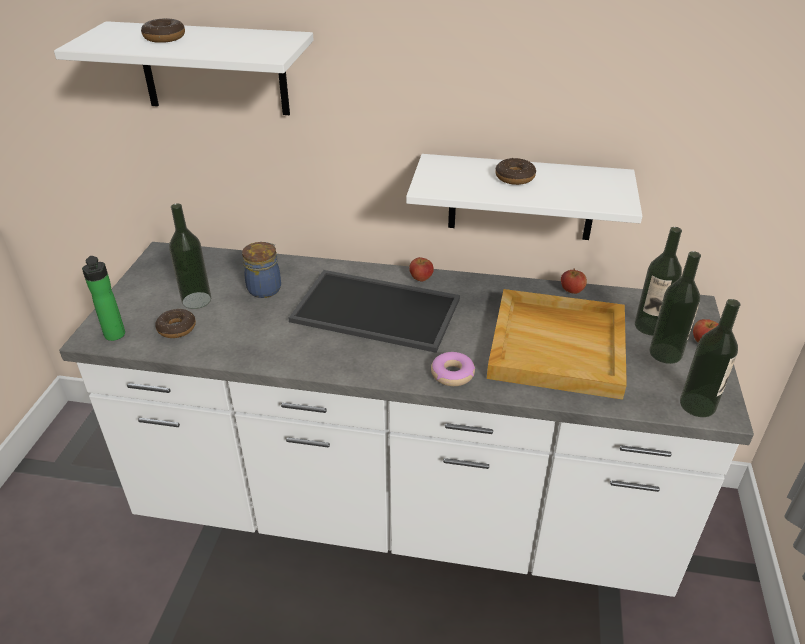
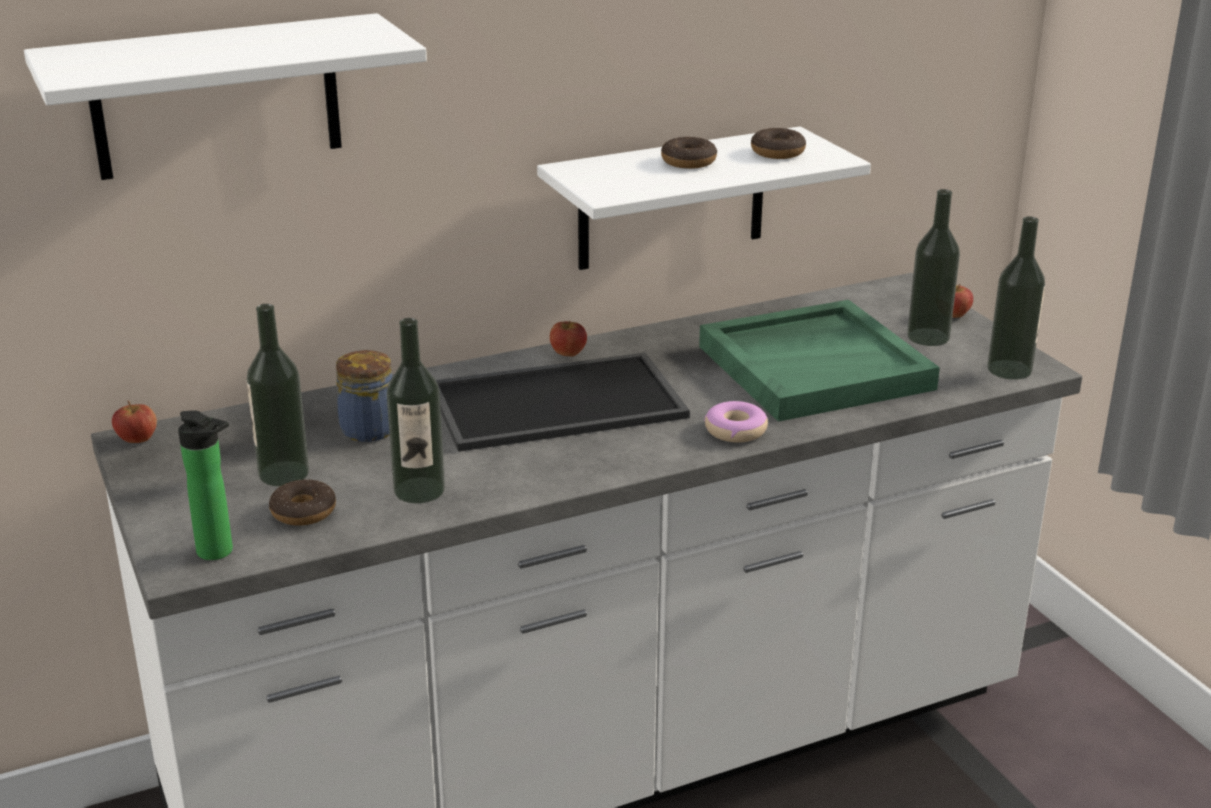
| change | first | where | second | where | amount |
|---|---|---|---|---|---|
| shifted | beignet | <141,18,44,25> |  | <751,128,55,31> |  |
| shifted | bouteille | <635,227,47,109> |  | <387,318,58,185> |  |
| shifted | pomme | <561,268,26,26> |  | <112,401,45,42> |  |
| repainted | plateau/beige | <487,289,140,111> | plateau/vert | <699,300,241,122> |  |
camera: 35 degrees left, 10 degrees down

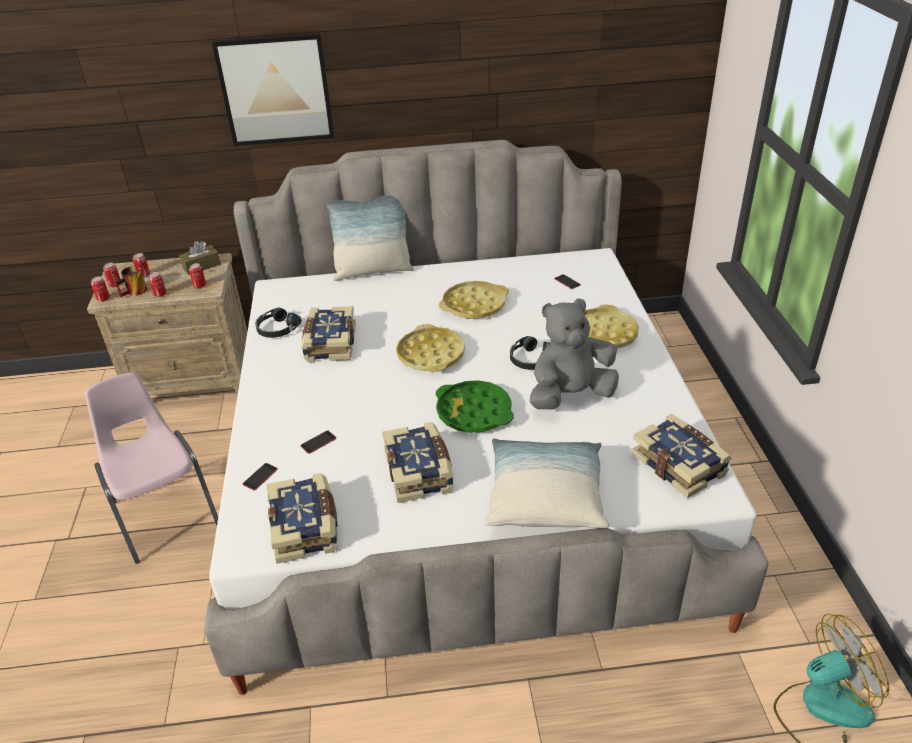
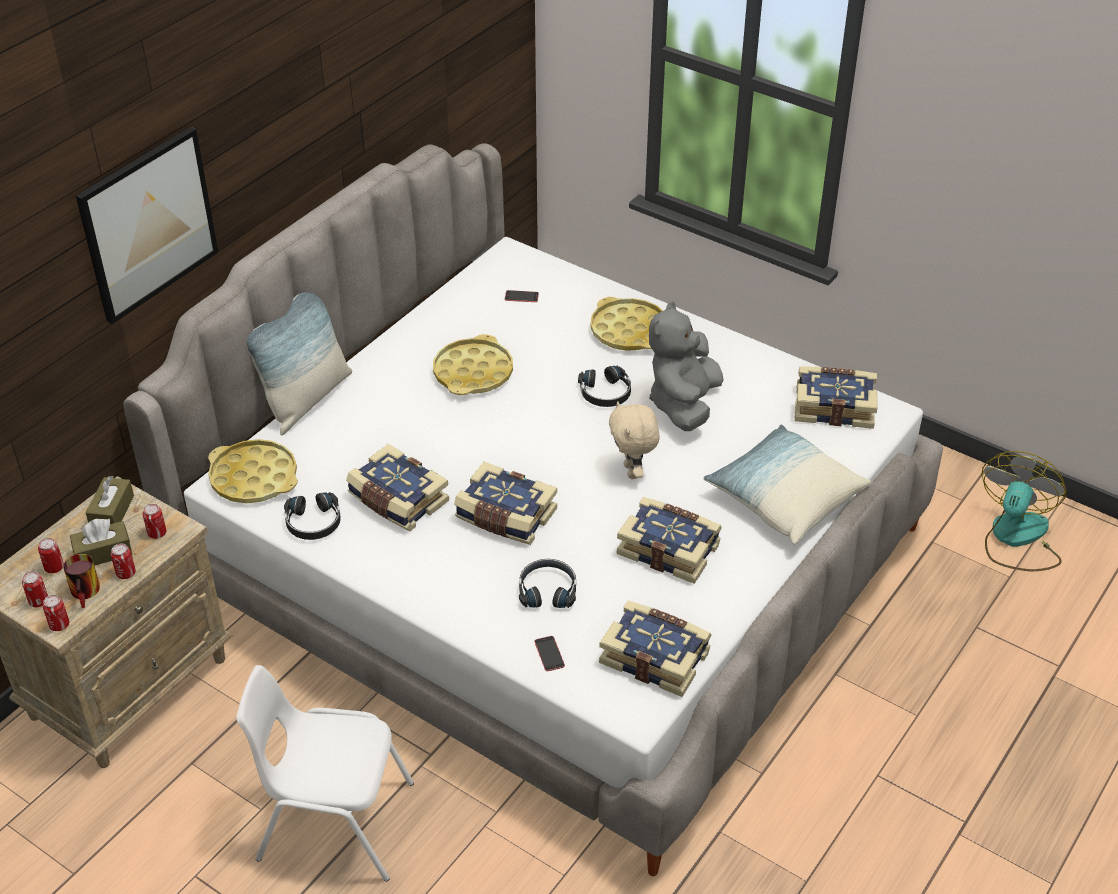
| change | first | where | second | where | amount |
|---|---|---|---|---|---|
| shifted | plateau/jaune | <396,324,69,48> |  | <208,439,90,64> |  |
| repainted | chaise/rose | <85,372,133,192> | chaise/blanc | <236,665,178,217> |  |
| swapped | plateau/vert | <436,380,78,53> | peluche/beige | <609,401,51,78> |  |
| swapped | téléphone | <301,430,35,24> | casque audio/noir | <519,559,57,49> |  |
| new |  |  | livre | <454,462,103,83> |  |
| new |  |  | boîte à mouchoirs/marron | <70,519,62,47> |  |
camera: 50 degrees left, 5 degrees up

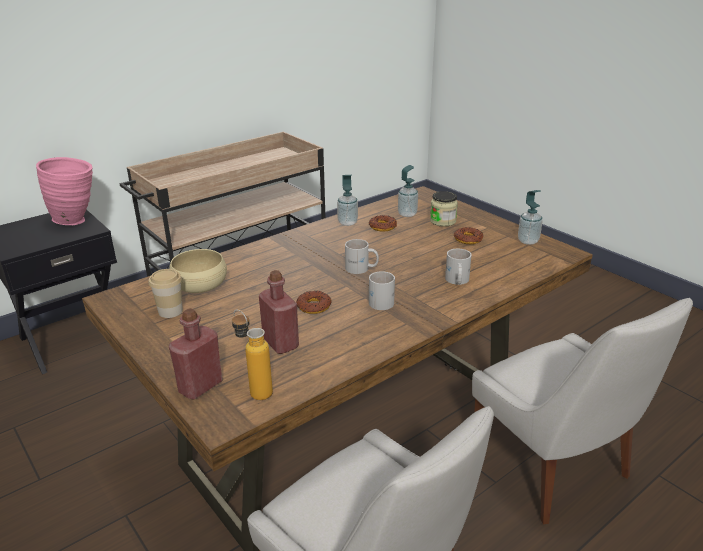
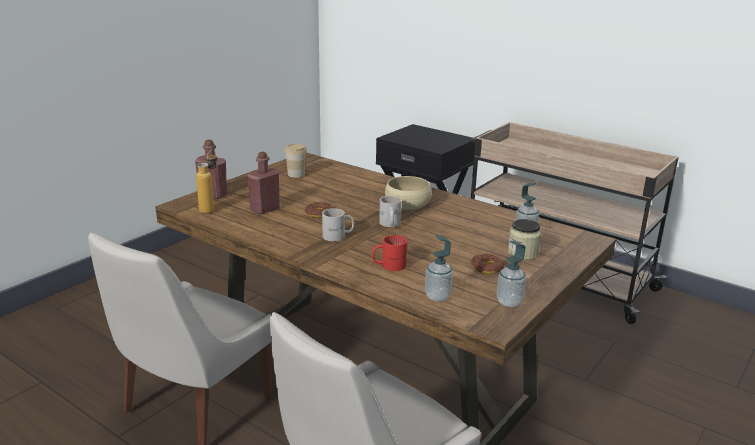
| change | first | where | second | where | amount |
|---|---|---|---|---|---|
| gone | vase/rose | <36,157,57,68> |  |  |  |
| shifted | distributeur de savon | <337,175,21,51> |  | <425,235,28,67> |  |
| gone | beignet | <369,215,28,17> |  |  |  |
| shifted | bol/beige | <169,249,58,44> |  | <385,176,47,34> |  |
| repainted | mug/blanc | <445,249,27,36> | mug/rouge | <372,235,35,36> |  |
camera: 75 degrees right, 5 degrees down

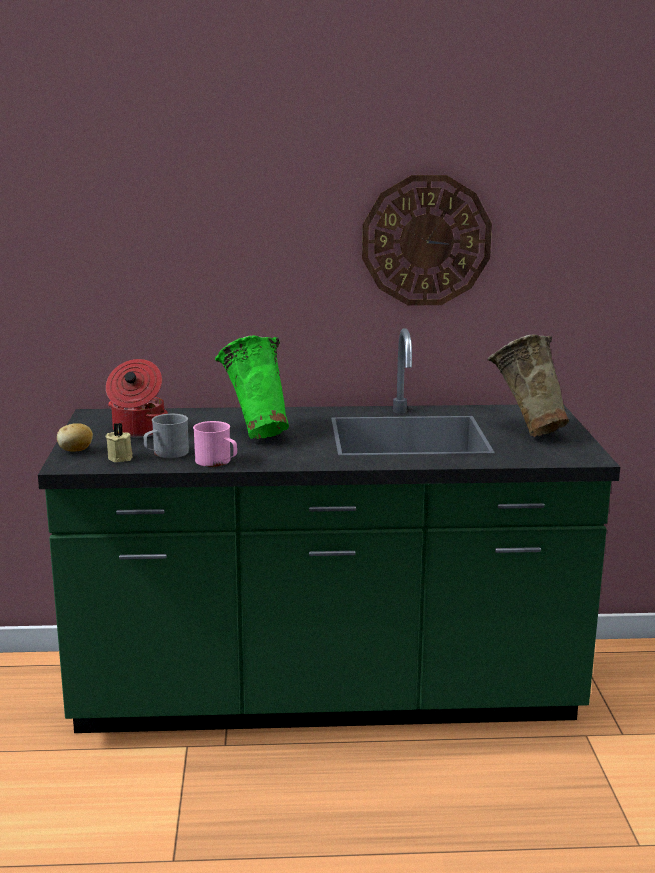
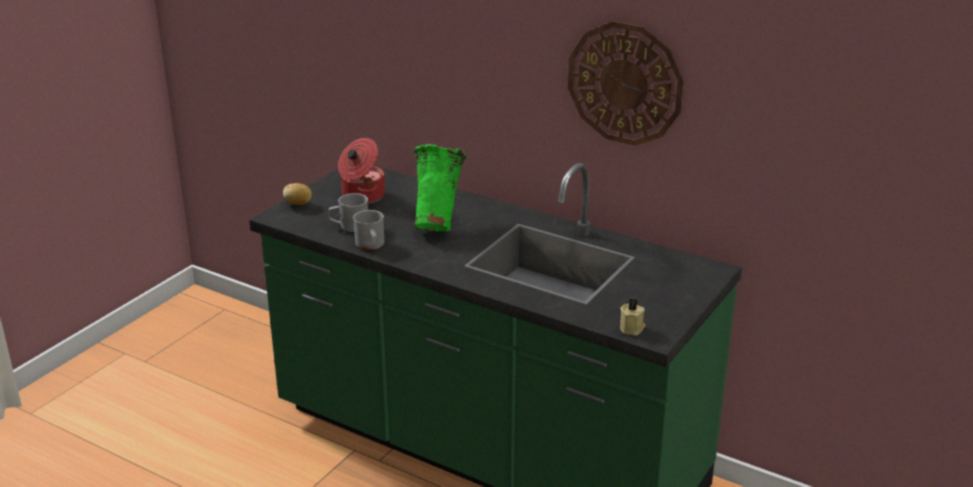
| change | first | where | second | where | amount |
|---|---|---|---|---|---|
| gone | vase/beige | <488,334,81,103> |  |  |  |
| repainted | mug/rose | <193,421,44,46> | mug/gris | <353,210,31,40> |  |
| shifted | bougie/beige | <105,423,28,39> |  | <620,298,25,38> |  |
camera: 35 degrees right, 10 degrees up

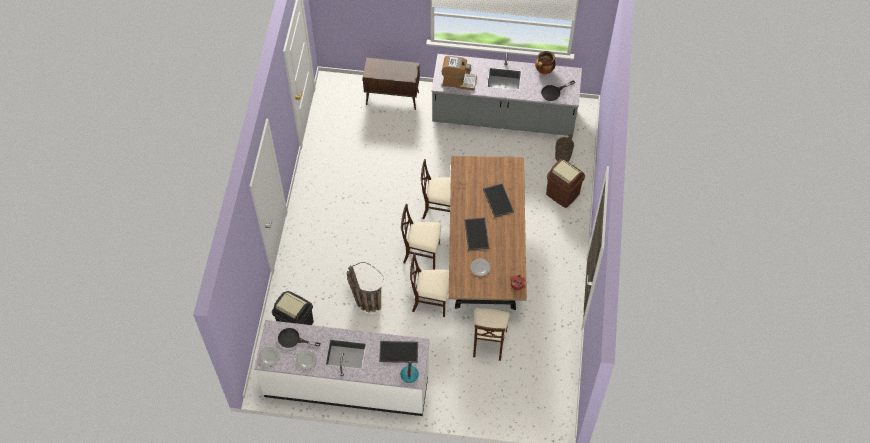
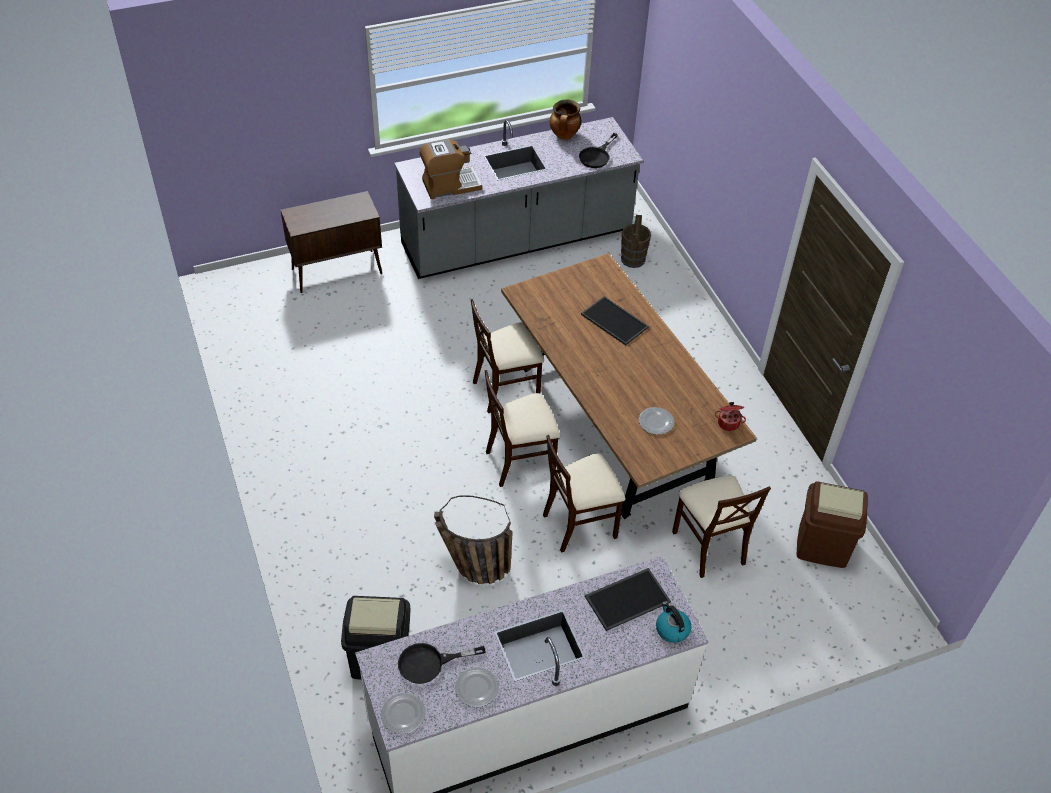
| change | first | where | second | where | amount |
|---|---|---|---|---|---|
| shifted | poubelle/marron | <546,159,39,49> |  | <797,481,71,87> |  |
| gone | plateau | <464,218,25,33> |  |  |  |
camera: 30 degrees left, 10 degrees down

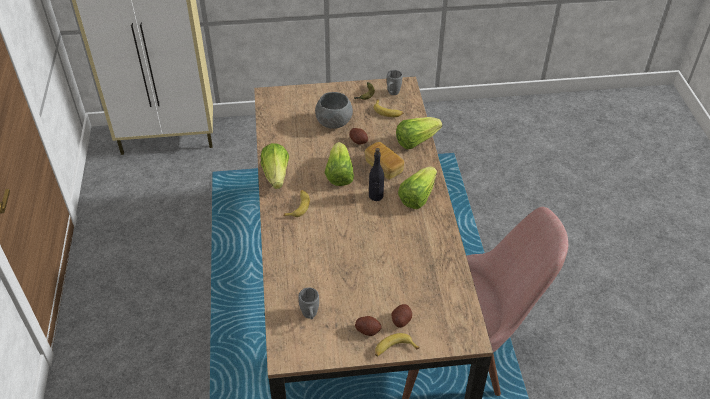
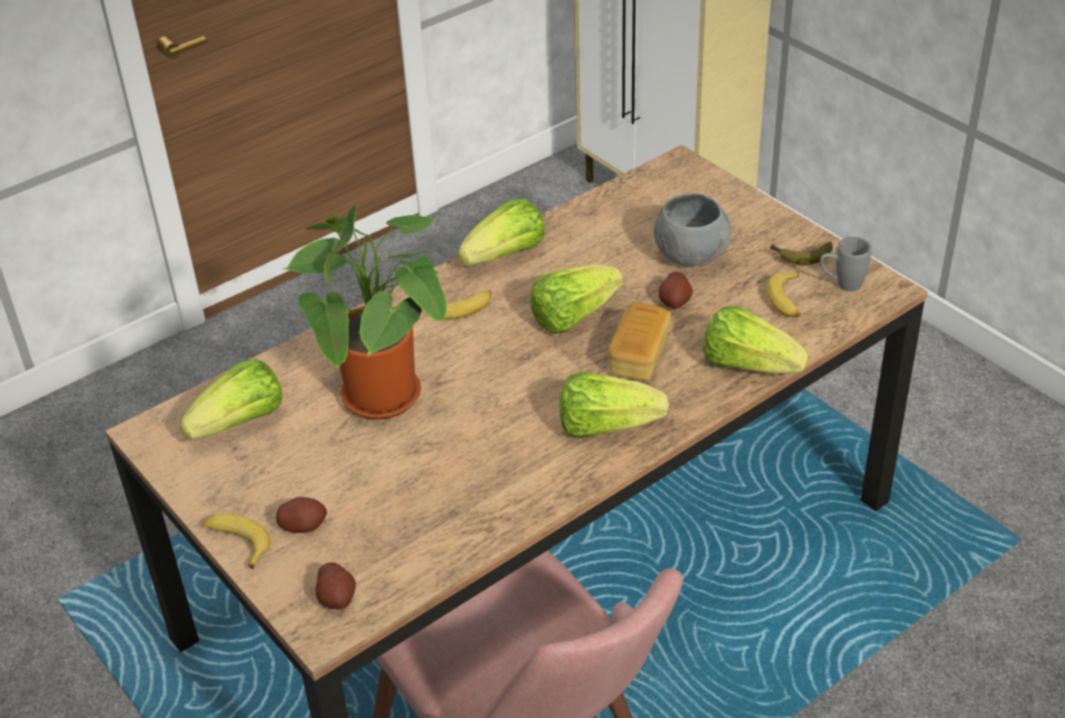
| change | first | where | second | where | amount |
|---|---|---|---|---|---|
| gone | bouteille/noir | <369,148,15,53> |  |  |  |
| swapped | mug/gris | <298,288,21,32> | laitue | <180,359,102,82> |  |
| shifted | pomme de terre | <355,316,27,20> |  | <315,562,41,47> |  |
| new |  |  | plante en pot | <283,205,164,215> |  |
camera: 60 degrees right, 5 degrees down

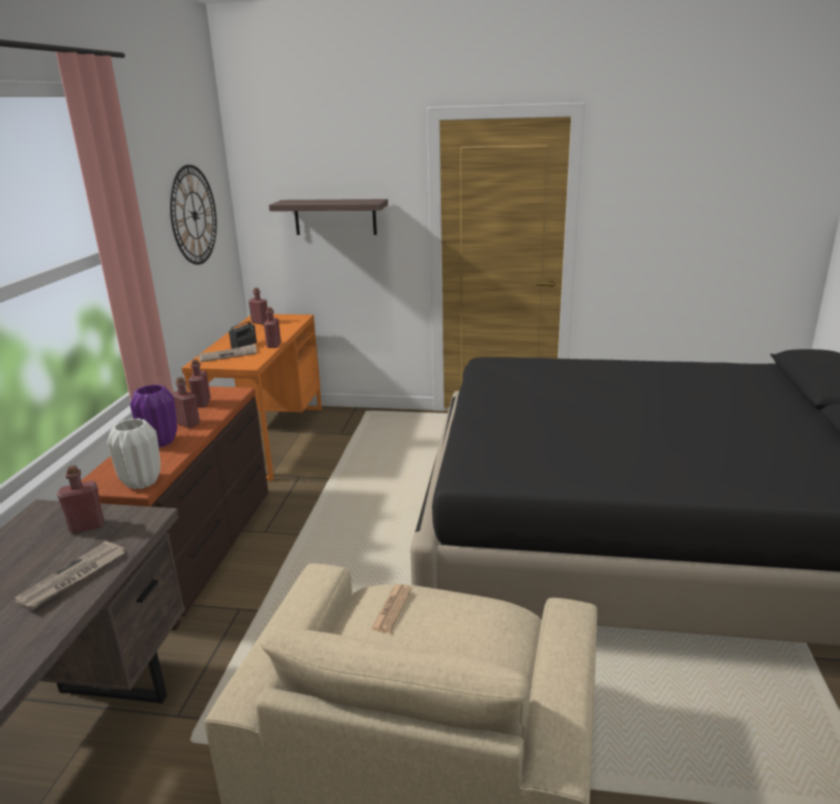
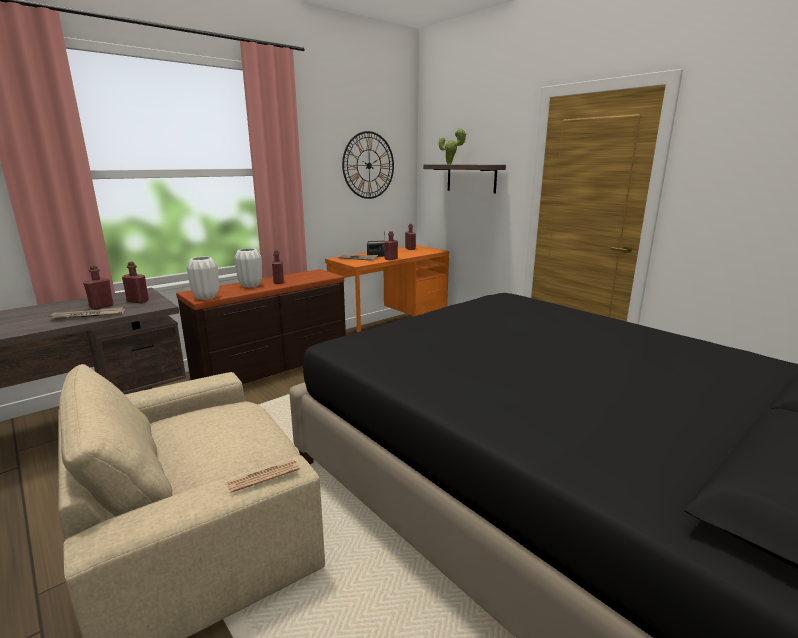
| change | first | where | second | where | amount |
|---|---|---|---|---|---|
| shifted | bouteille/rouge | <188,359,23,48> |  | <83,265,31,44> |  |
| repainted | vase/violet | <130,385,47,63> | vase/blanc | <234,248,28,40> |  |
| shifted | journal | <371,584,41,49> |  | <226,460,74,33> |  |
| new |  |  | plante en pot | <439,128,28,36> |  |
camera: 40 degrees right, 5 degrees down

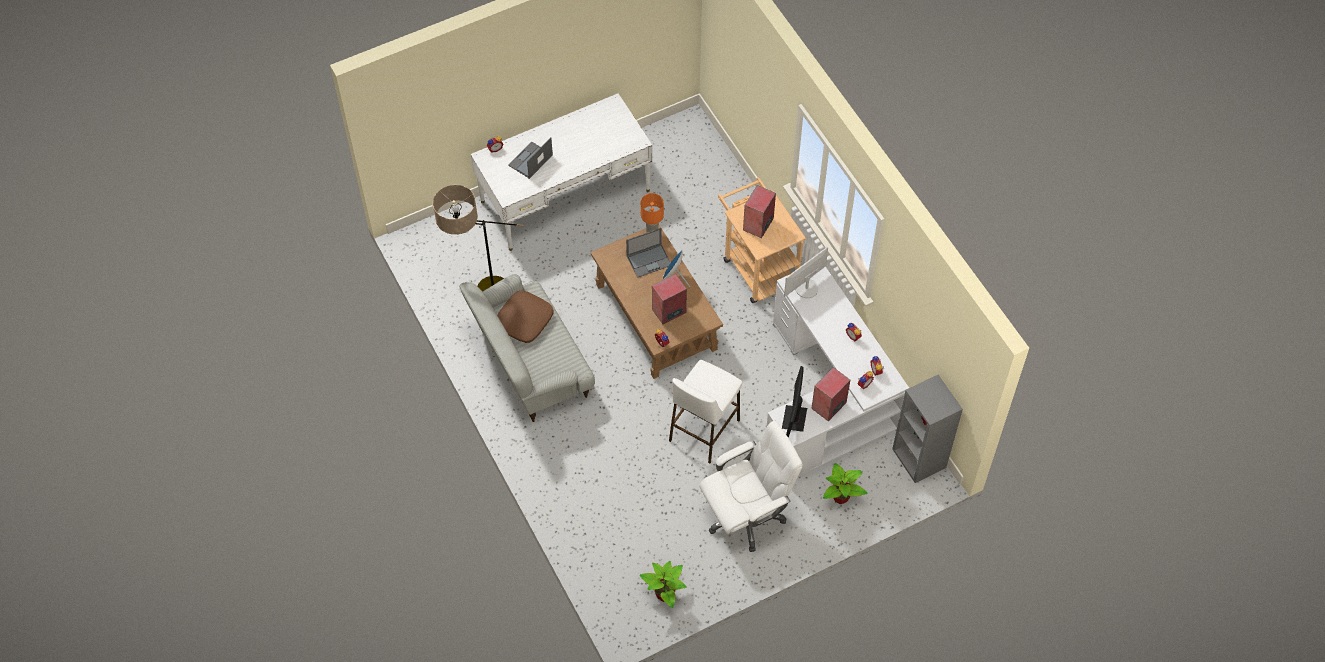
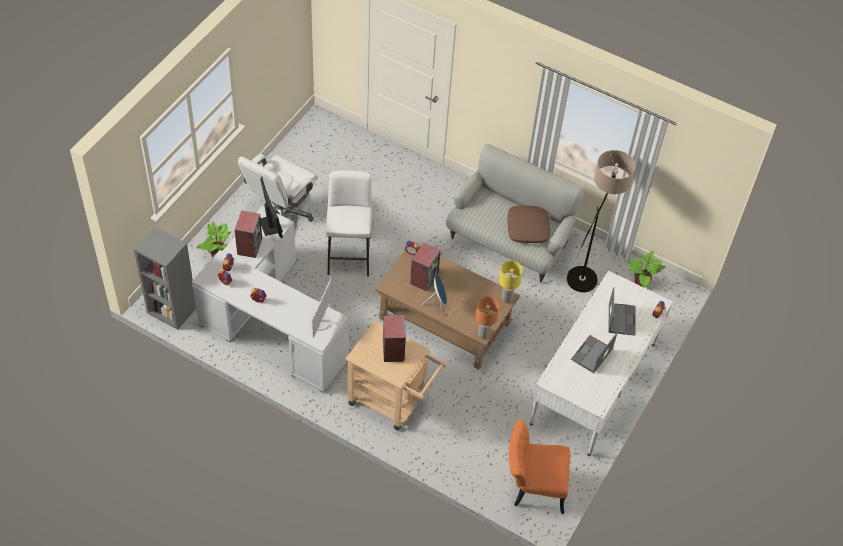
| change | first | where | second | where | amount |
|---|---|---|---|---|---|
| shifted | ordinateur portable | <626,228,45,50> |  | <571,333,46,40> |  |
| shifted | plante en pot | <640,561,47,47> |  | <627,251,39,37> |  |
| new |  |  | lampe de table/jaune | <499,260,24,43> |  |
| new |  |  | chaise/orange | <509,419,61,95> |  |
camera: 145 degrees right, 5 degrees down

